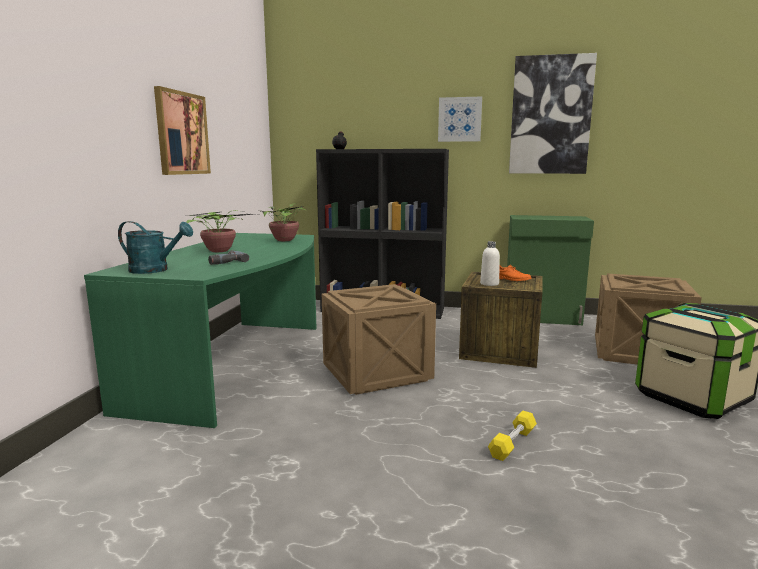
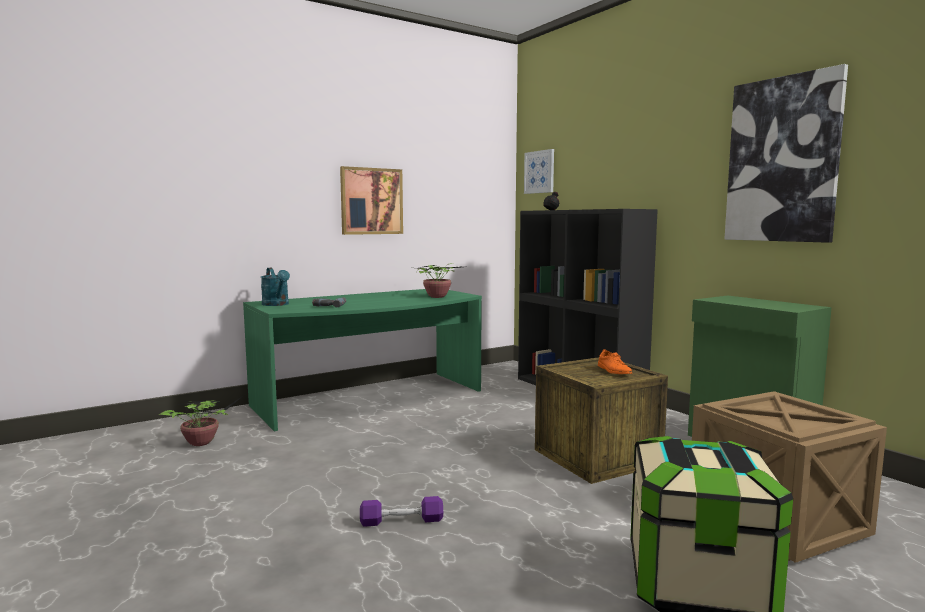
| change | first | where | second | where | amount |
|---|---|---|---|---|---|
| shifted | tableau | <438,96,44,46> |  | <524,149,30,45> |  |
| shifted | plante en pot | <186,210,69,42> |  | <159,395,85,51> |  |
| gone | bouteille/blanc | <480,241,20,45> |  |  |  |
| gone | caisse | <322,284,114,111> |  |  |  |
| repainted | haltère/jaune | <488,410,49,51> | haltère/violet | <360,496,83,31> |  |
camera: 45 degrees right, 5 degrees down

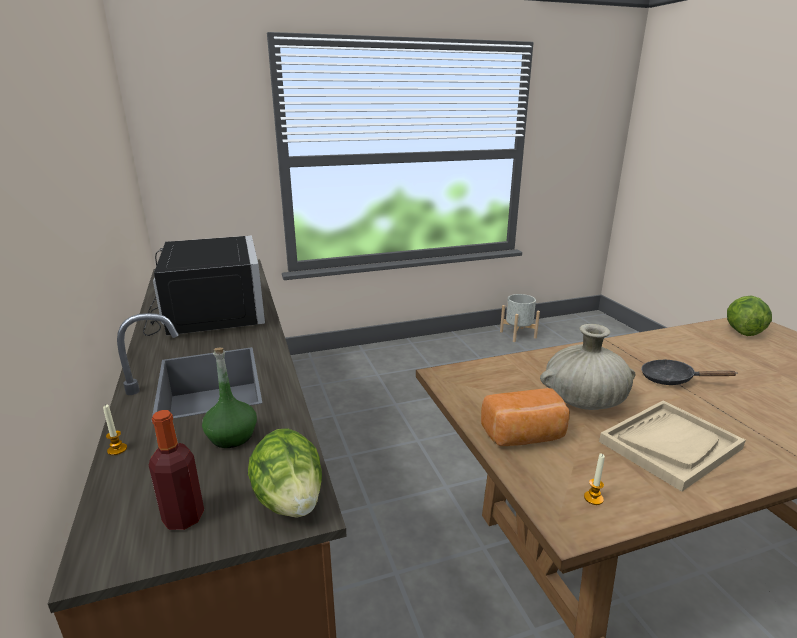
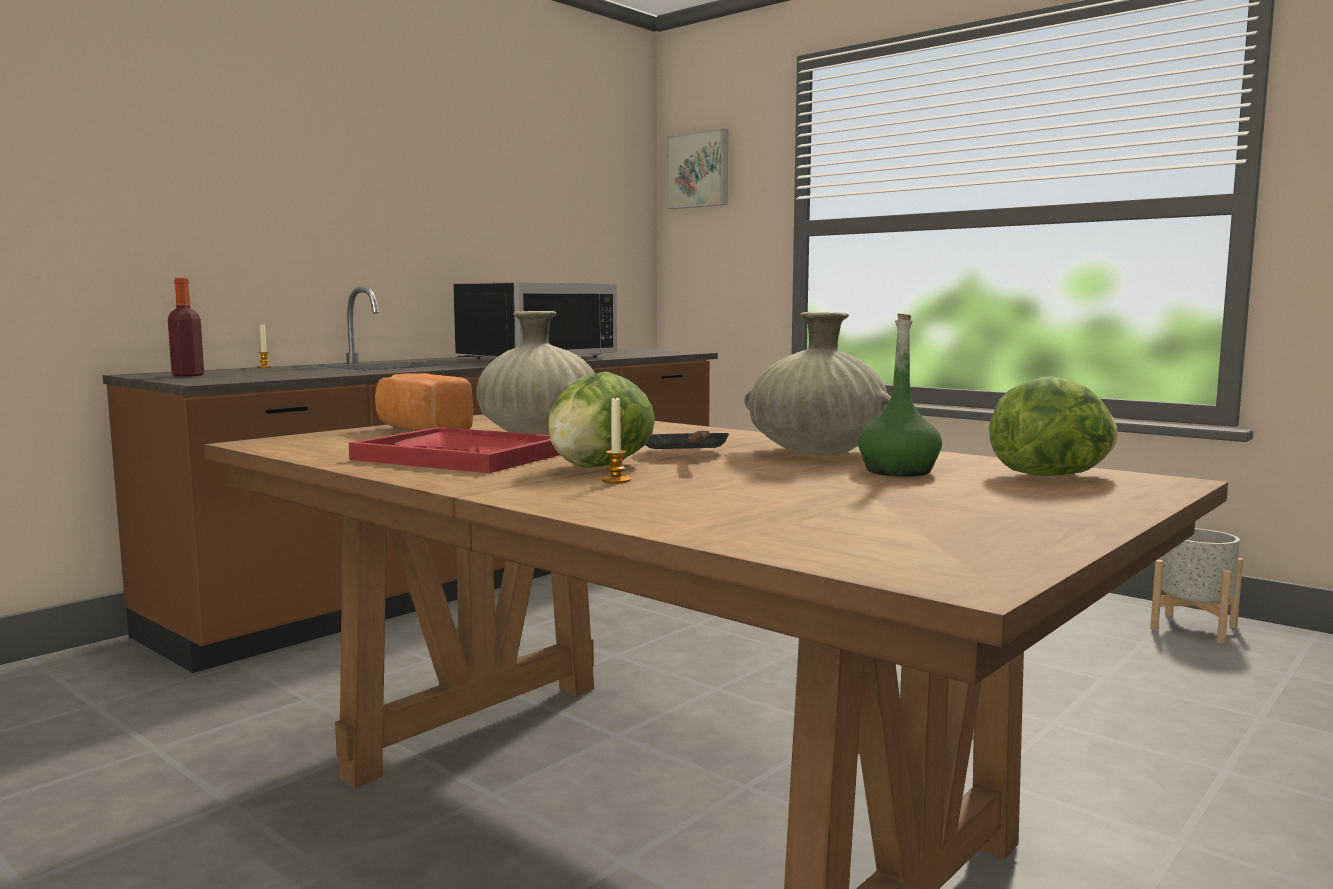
| change | first | where | second | where | amount |
|---|---|---|---|---|---|
| shifted | bouteille/vert | <202,348,55,100> |  | <858,314,84,163> |  |
| repainted | plateau/beige | <599,401,147,91> | plateau/rouge | <349,427,211,46> |  |
| shifted | laitue | <248,428,74,90> |  | <548,372,107,96> |  |
| shifted | bougie | <584,454,21,51> |  | <602,396,29,87> |  |
| new |  |  | tableau | <667,128,61,81> |  |
| new |  |  | vase/beige | <745,312,146,143> |  |
camera: 60 degrees right, 15 degrees down

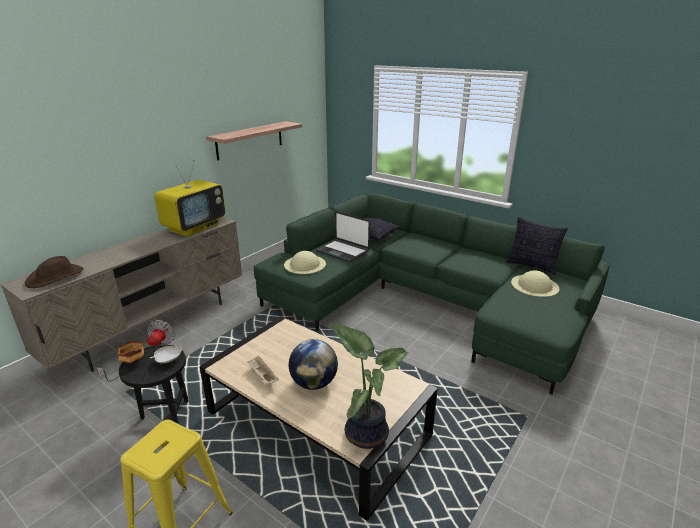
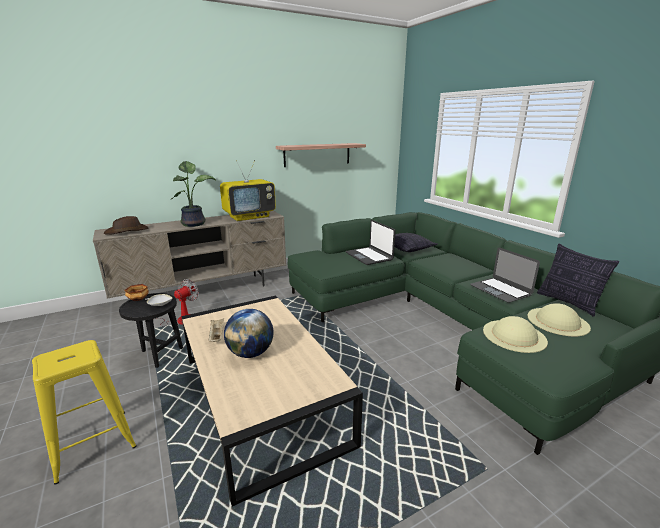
| change | first | where | second | where | amount |
|---|---|---|---|---|---|
| shifted | chapeau/beige | <284,251,42,23> |  | <483,316,65,37> |  |
| shifted | plante en pot | <329,324,79,125> |  | <170,161,46,66> |  |
| new |  |  | ordinateur portable | <470,248,70,55> |  |
camera: 25 degrees right, 5 degrees down

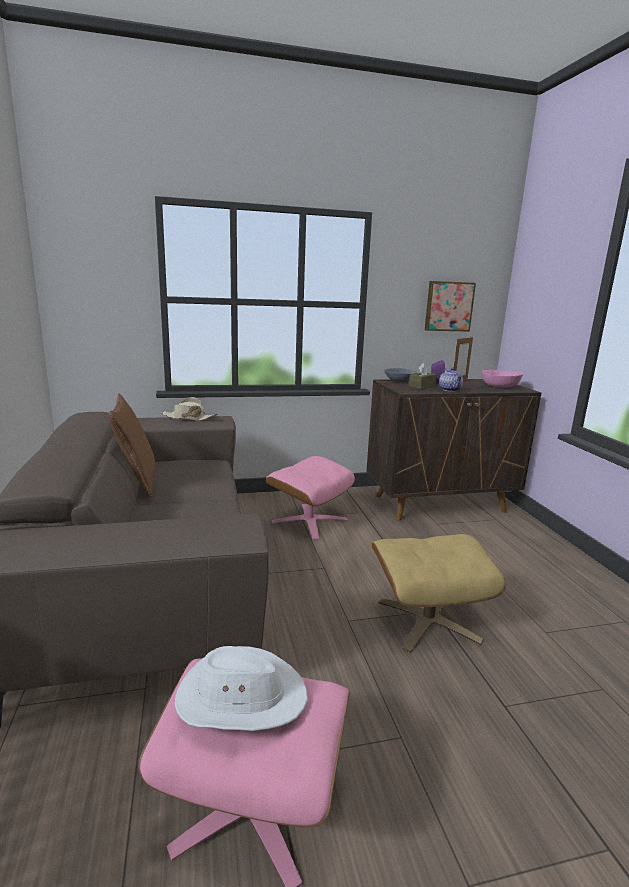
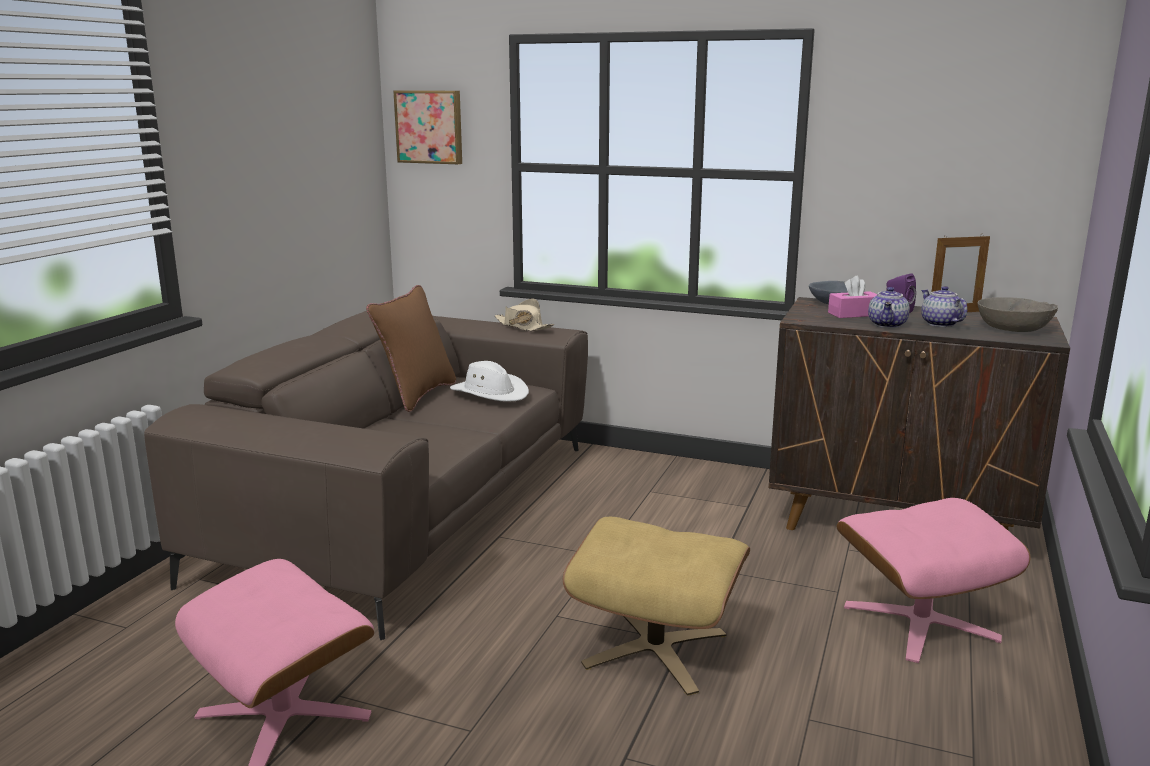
| change | first | where | second | where | amount |
|---|---|---|---|---|---|
| shifted | tableau | <425,281,51,51> |  | <393,91,69,73> |  |
| repainted | boîte à mouchoirs/marron | <409,363,27,26> | boîte à mouchoirs/rose | <828,276,49,42> |  |
| repainted | bol/rose | <481,370,42,17> | bol/gris | <978,297,80,35> |  |
| shifted | pouf/rose | <266,456,89,84> |  | <837,498,193,165> |  |
| shifted | chapeau/blanc | <175,646,133,85> |  | <450,361,79,41> |  |
| new |  |  | théière | <921,286,46,41> |  |
camera: 35 degrees right, 0 degrees up

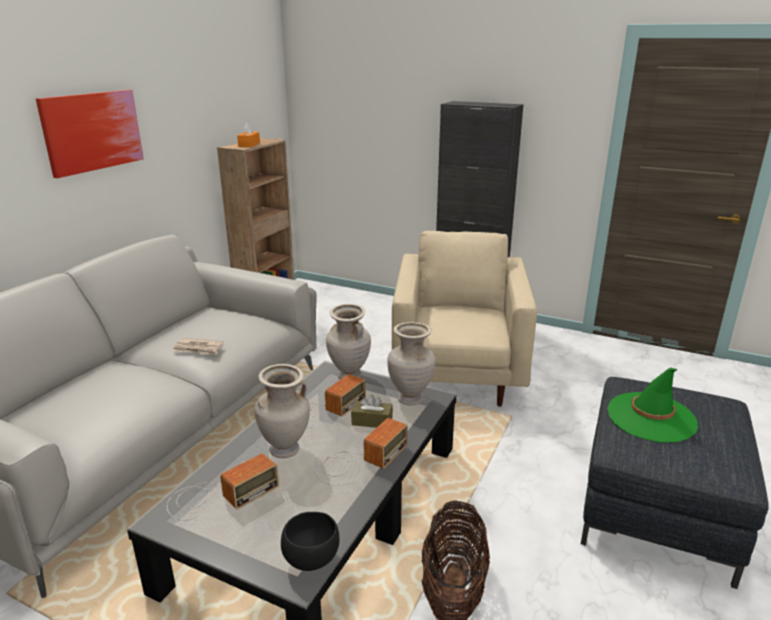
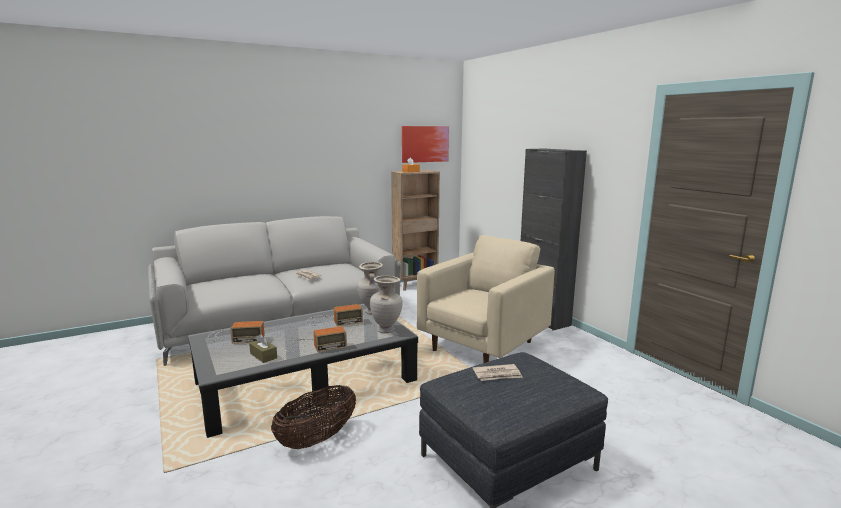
| change | first | where | second | where | amount |
|---|---|---|---|---|---|
| shifted | tableau | <36,90,108,88> |  | <402,126,47,37> |  |
| gone | vase/beige | <255,364,55,94> |  |  |  |
| swapped | chapeau/vert | <607,368,91,75> | journal | <473,364,50,17> |  |
| shifted | boîte à mouchoirs/marron | <351,394,42,34> |  | <249,334,28,29> |  |
| gone | bol/noir | <281,512,58,59> |  |  |  |
camera: 35 degrees right, 10 degrees down

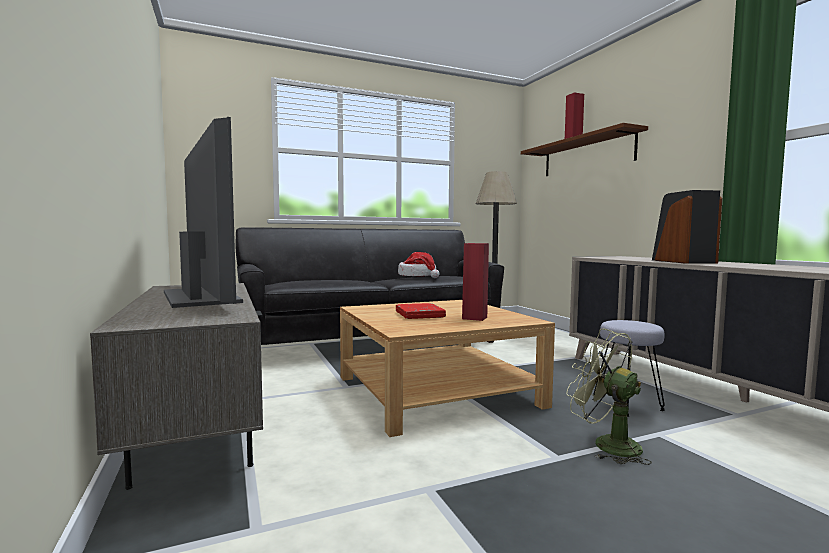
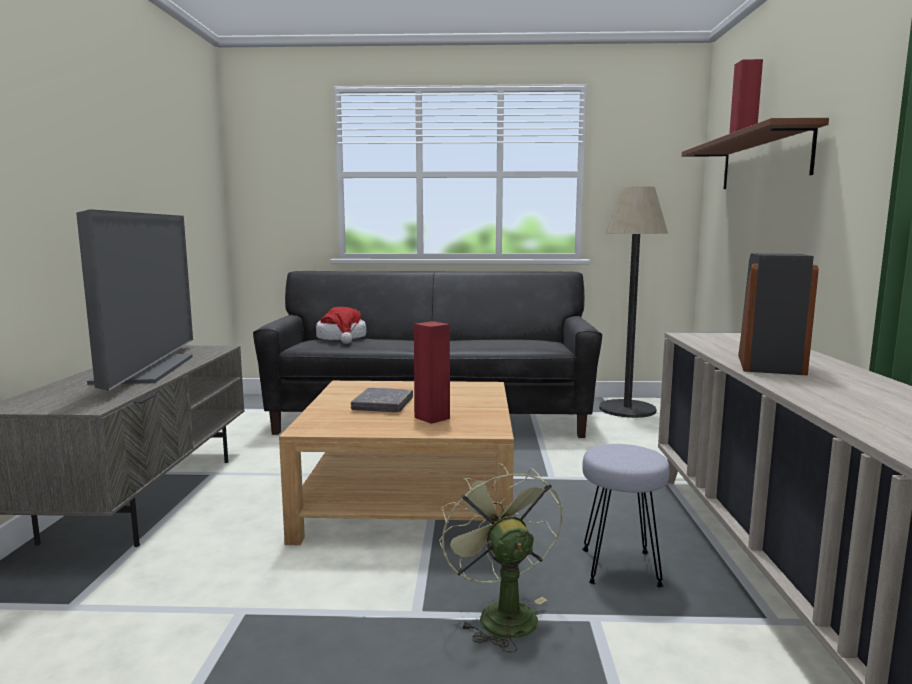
| change | first | where | second | where | amount |
|---|---|---|---|---|---|
| shifted | chapeau | <398,252,41,26> |  | <316,307,50,37> |  |
| repainted | livre/rouge | <396,303,50,16> | livre/gris | <351,388,62,24> |  |
camera: 25 degrees right, 5 degrees up

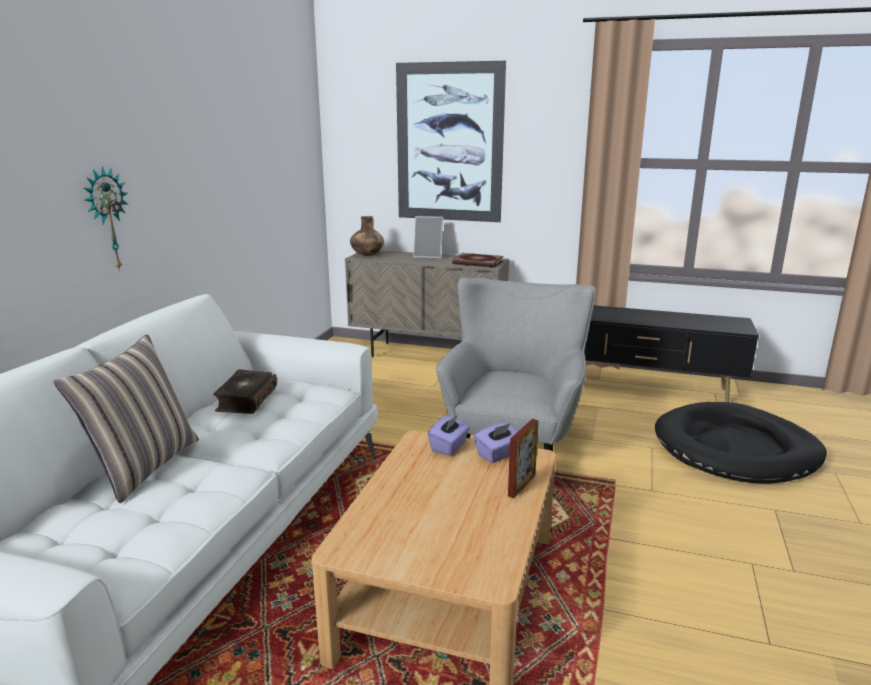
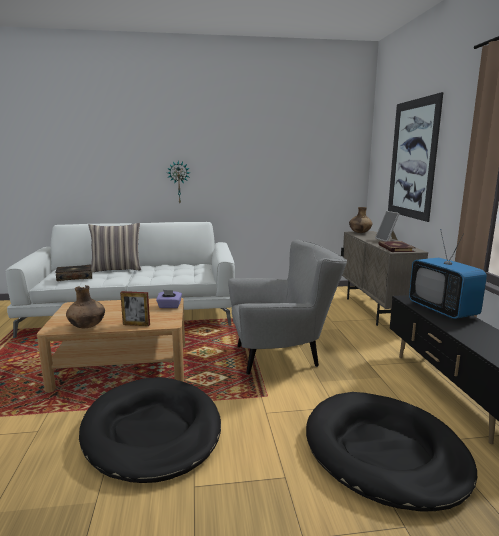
| change | first | where | second | where | amount |
|---|---|---|---|---|---|
| shifted | livre | <213,369,64,45> |  | <55,265,37,16> |  |
| gone | boîte à mouchoirs/violet | <474,423,43,40> |  |  |  |
| new |  |  | téléviseur | <409,229,78,90> |  |
| new |  |  | vase/marron | <66,285,39,43> |  |
| new |  |  | panier pour chien/noir | <79,377,142,106> |  |
camera: 65 degrees right, 5 degrees down

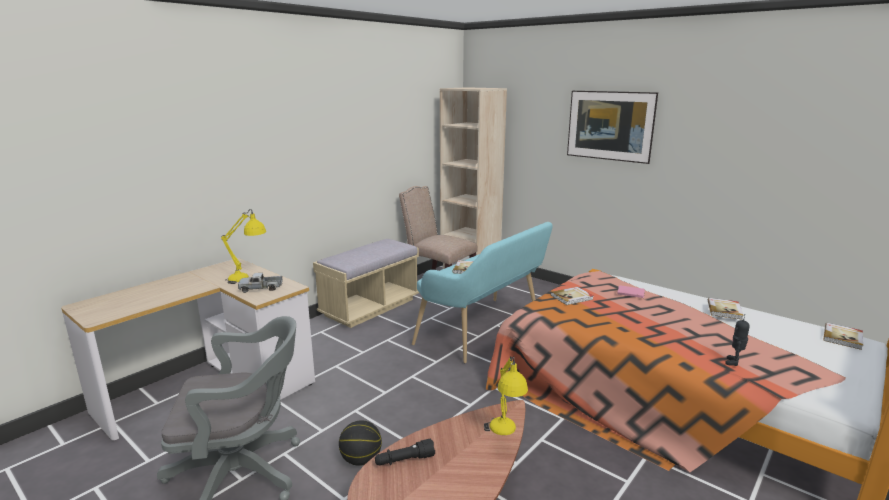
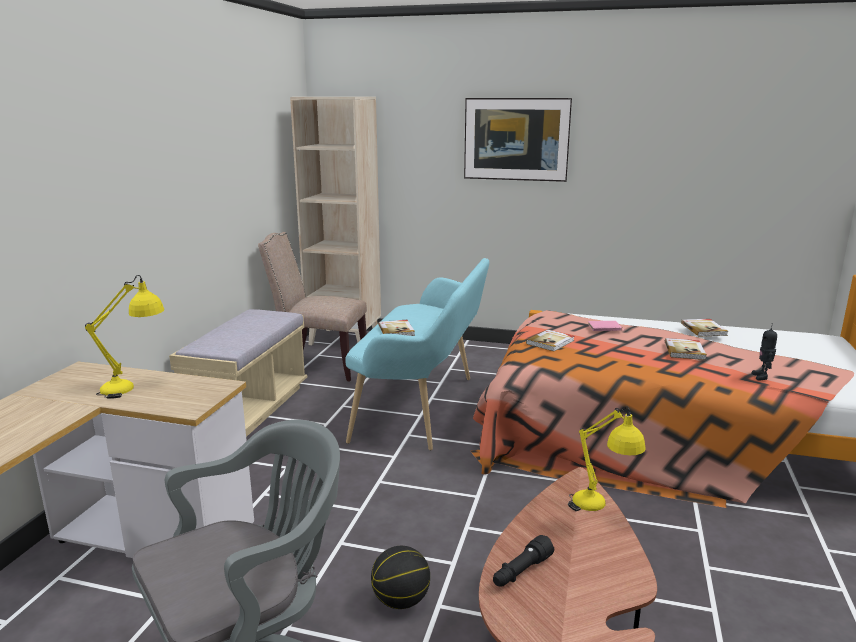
| change | first | where | second | where | amount |
|---|---|---|---|---|---|
| gone | camion jouet | <238,273,45,20> |  |  |  |
| shifted | livre | <824,323,39,27> |  | <665,338,42,22> |  |
camera: 25 degrees left, 0 degrees up

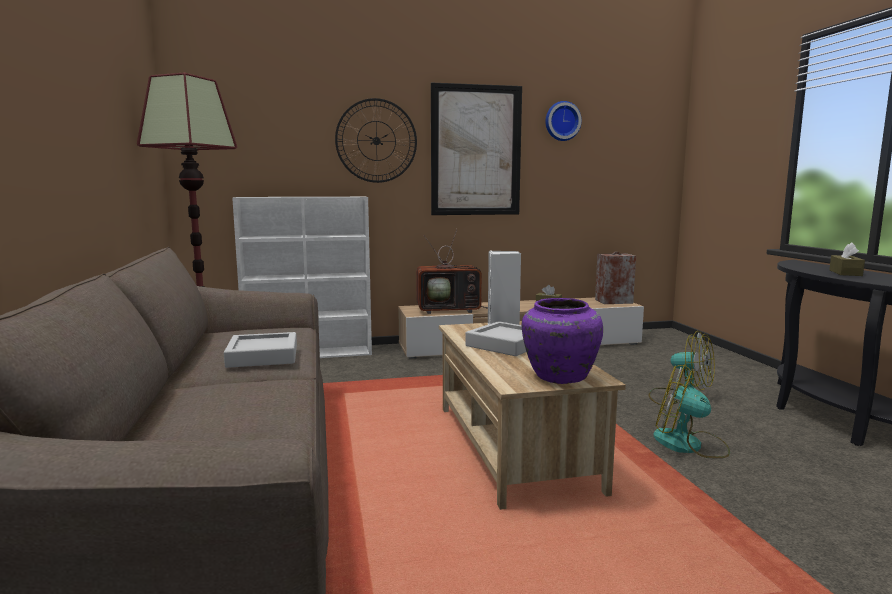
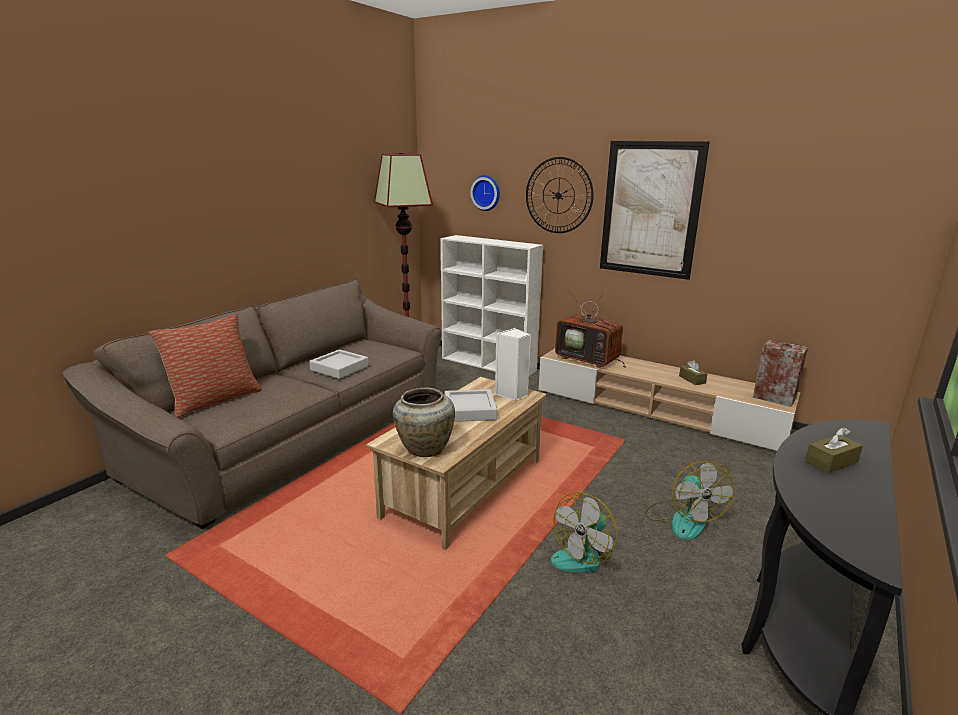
| change | first | where | second | where | amount |
|---|---|---|---|---|---|
| shifted | horloge murale | <545,101,37,40> |  | <470,175,30,36> |  |
| repainted | vase/violet | <522,298,81,86> | vase/beige | <393,387,62,70> |  |
| rotated | ventilateur | <653,364,77,94> |  | <551,492,66,80> | 120 degrees counterclockwise |
| new |  |  | coussin | <149,313,113,105> |  |
camera: 45 degrees right, 10 degrees up

